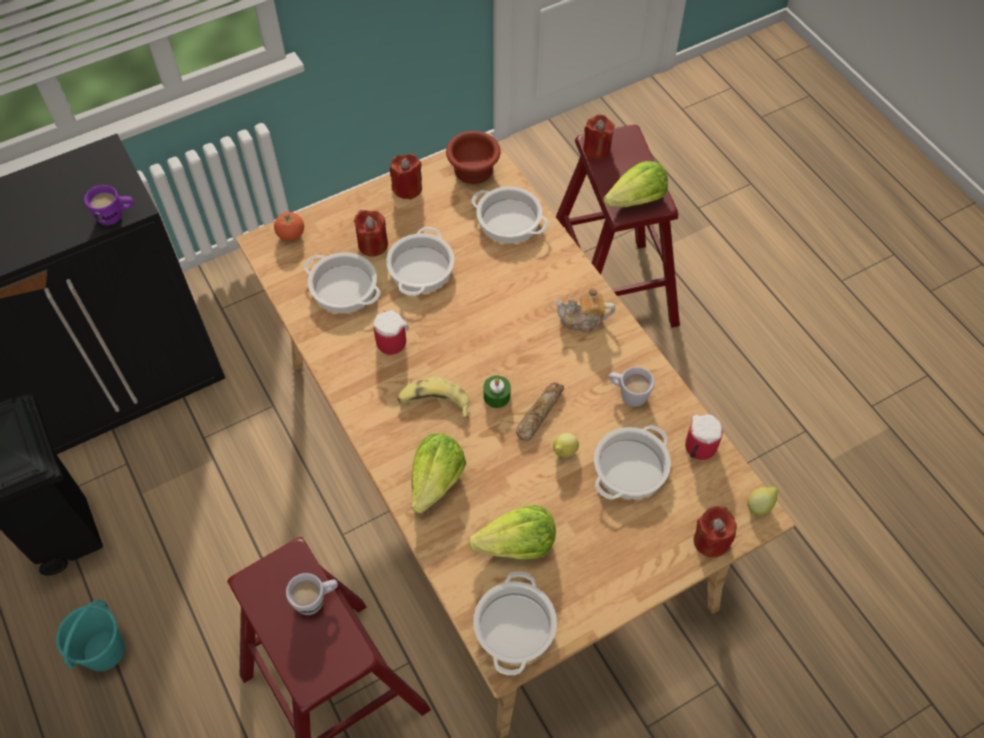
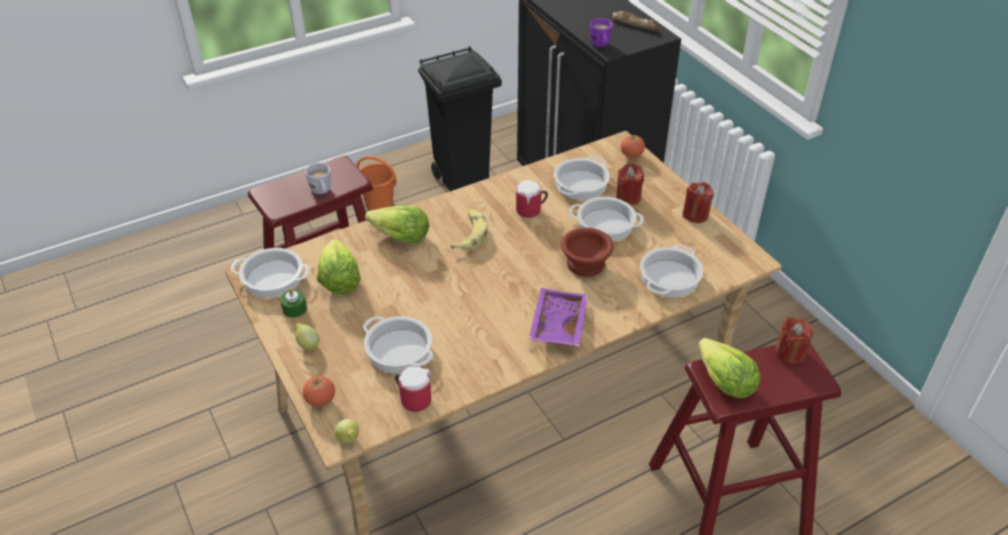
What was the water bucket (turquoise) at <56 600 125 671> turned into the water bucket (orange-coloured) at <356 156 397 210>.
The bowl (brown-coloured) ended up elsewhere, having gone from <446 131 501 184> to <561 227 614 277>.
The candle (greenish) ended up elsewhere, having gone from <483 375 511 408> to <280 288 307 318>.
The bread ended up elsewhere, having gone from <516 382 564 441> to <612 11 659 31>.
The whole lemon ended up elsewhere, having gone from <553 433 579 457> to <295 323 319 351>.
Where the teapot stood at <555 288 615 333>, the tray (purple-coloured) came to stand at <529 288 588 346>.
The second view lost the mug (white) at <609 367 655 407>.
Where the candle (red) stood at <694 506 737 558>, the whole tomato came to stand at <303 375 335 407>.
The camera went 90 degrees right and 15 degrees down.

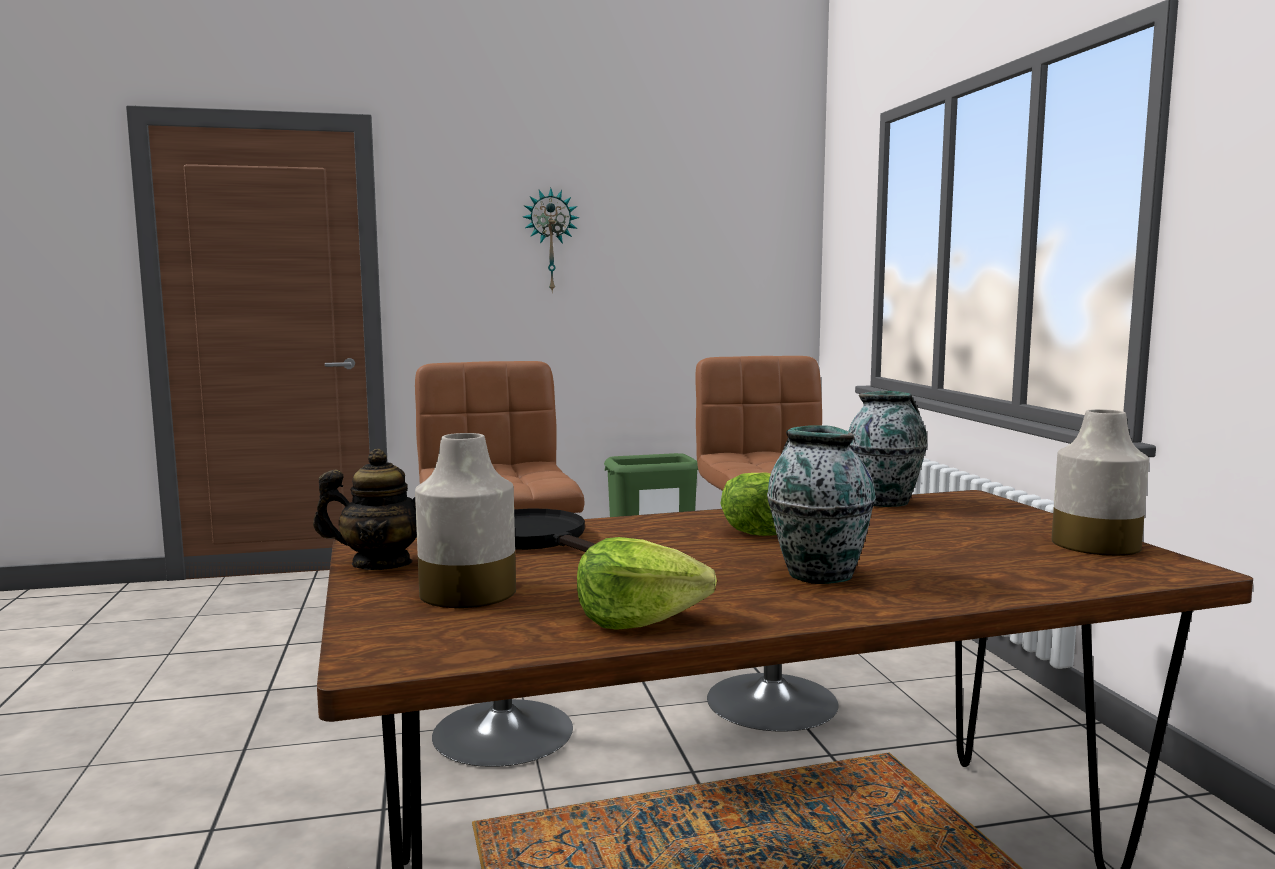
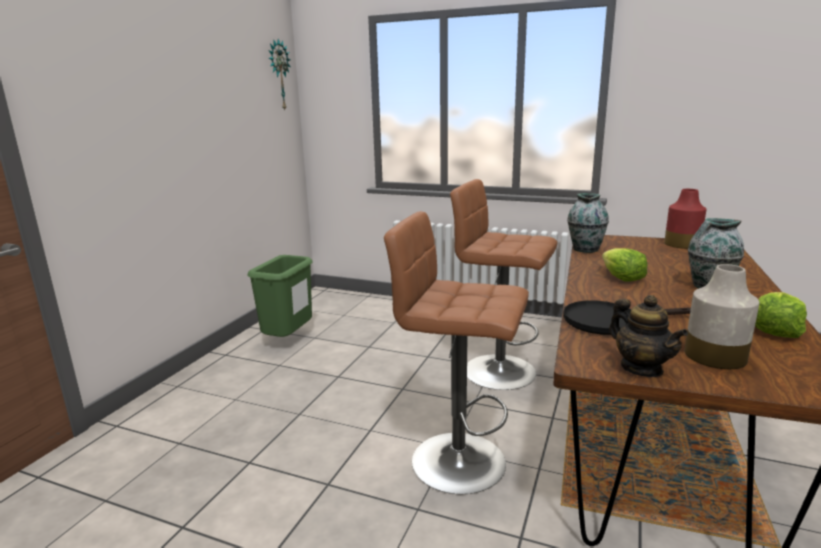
The teapot at <313 449 417 570> ended up facing another way, 120 degrees clockwise from before.
The hanging clock ended up elsewhere, having gone from <523 188 579 293> to <268 39 291 110>.
What was the vase (sand-coloured) at <1051 409 1149 556> turned into the vase (red) at <664 189 706 249>.
The camera went 55 degrees left and 10 degrees up.

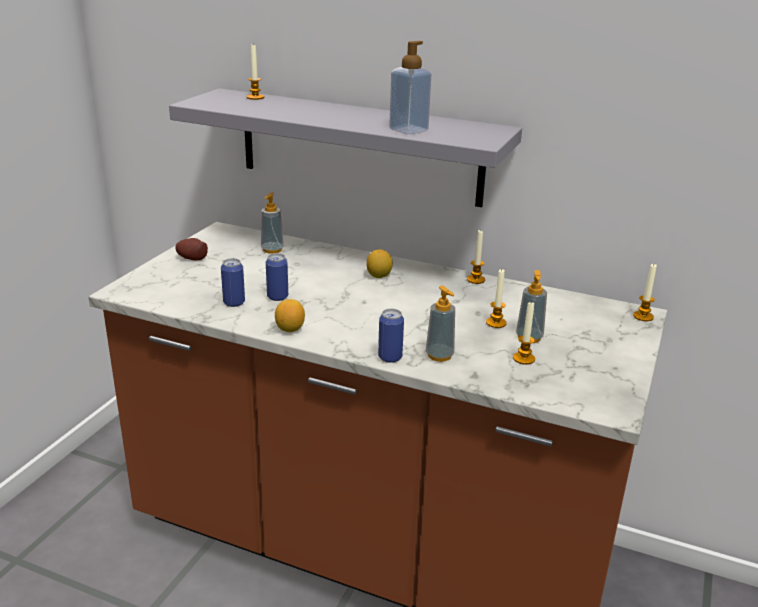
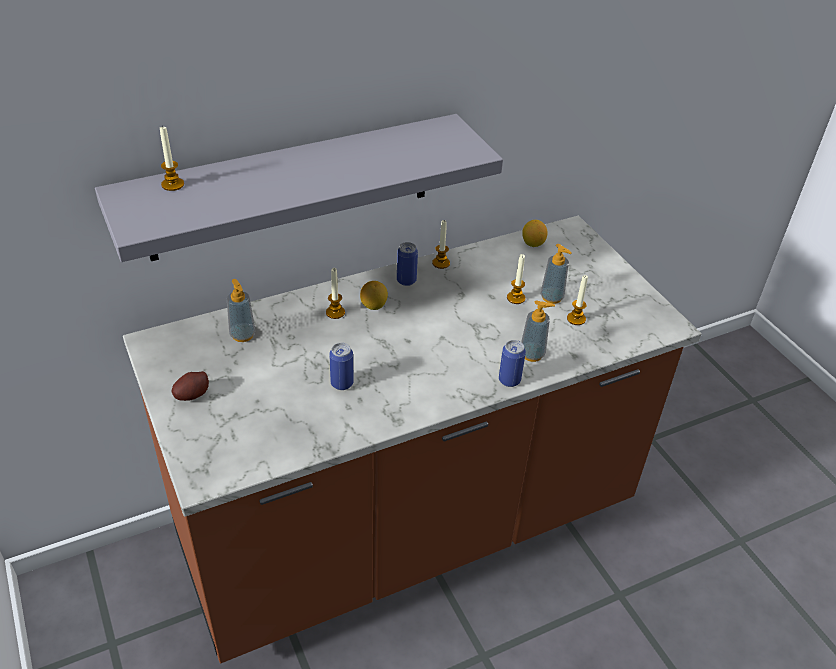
The sealed can ended up elsewhere, having gone from <221 258 245 307> to <397 242 418 286>.
The whole lemon ended up elsewhere, having gone from <275 299 305 332> to <522 220 548 247>.
The second view lost the soap bottle at <389 41 431 134>.
The candle ended up elsewhere, having gone from <633 264 657 321> to <326 268 345 319>.
The camera went 50 degrees left and 15 degrees up.

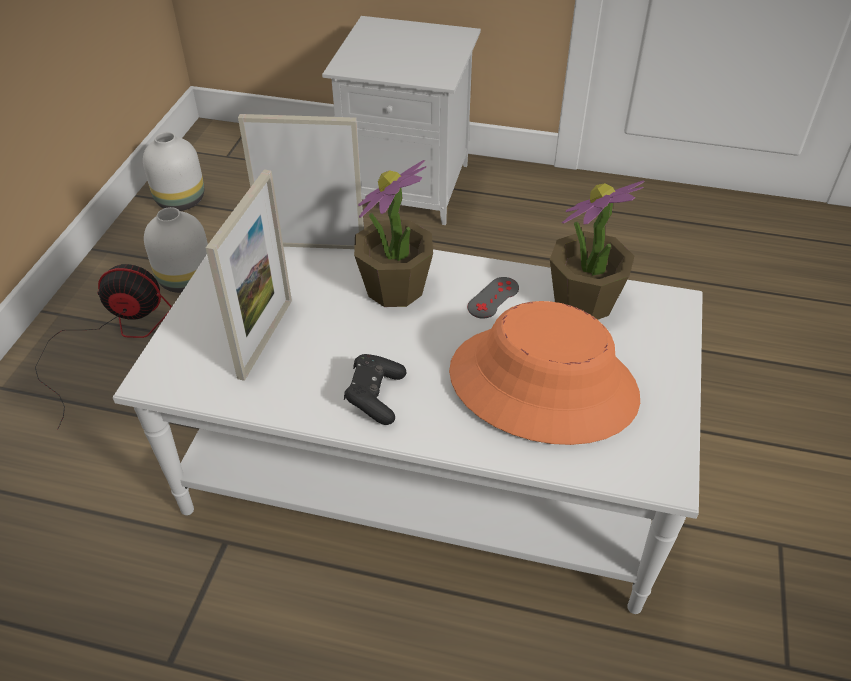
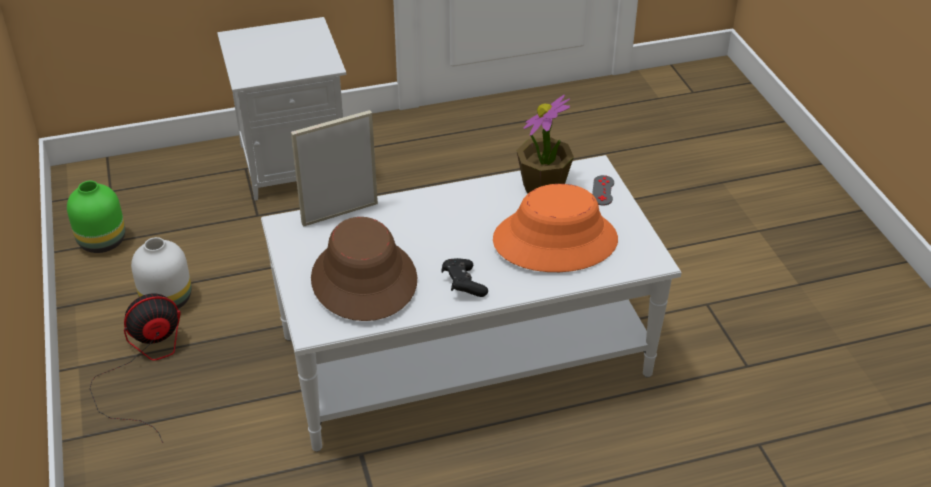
What was the vase (white) at <143 132 204 211> turned into the vase (greenish) at <67 181 125 253>.
Where the picture frame stood at <206 169 292 381>, the hat (brown-coloured) came to stand at <311 217 417 321>.
The second view lost the houseplant at <354 160 433 307>.
The gamepad (greyish) ended up elsewhere, having gone from <467 277 519 318> to <592 175 614 205>.
The camera went 30 degrees left and 5 degrees down.

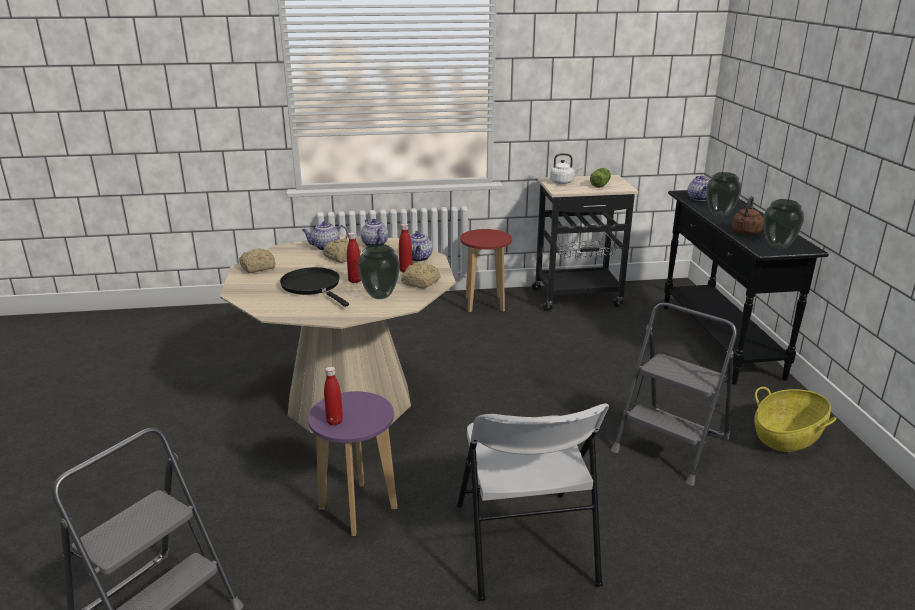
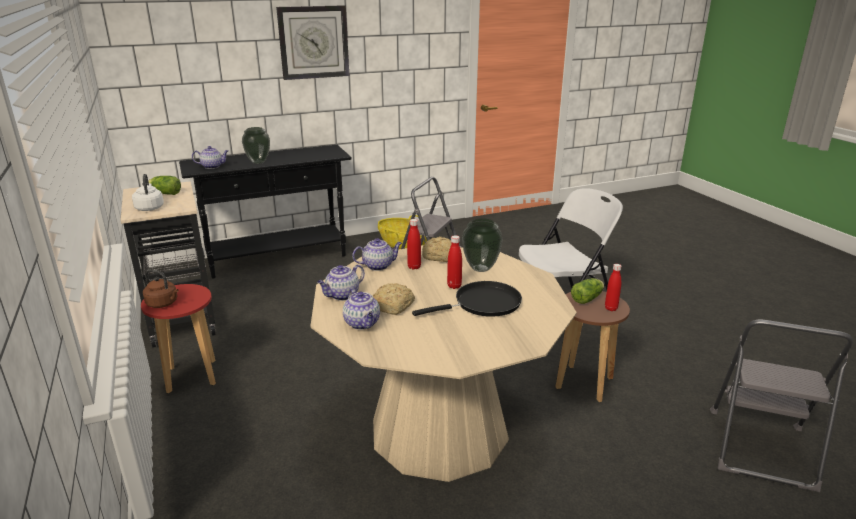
The second view lost the bread at <239 248 276 273>.
The frying pan (blackish) at <280 267 349 307> ended up facing another way, 150 degrees counterclockwise from before.
What was the stool seat (purple-coloured) at <308 391 397 536> turned into the stool seat (brown-coloured) at <556 291 630 402>.
The water kettle (brown-coloured) ended up elsewhere, having gone from <732 196 764 234> to <143 269 179 308>.
The second view lost the vase at <763 199 804 249>.
The second view gained the hanging clock at <276 5 349 80>.
The second view gained the lettuce head at <571 278 604 304>.
The camera went 105 degrees left and 0 degrees up.

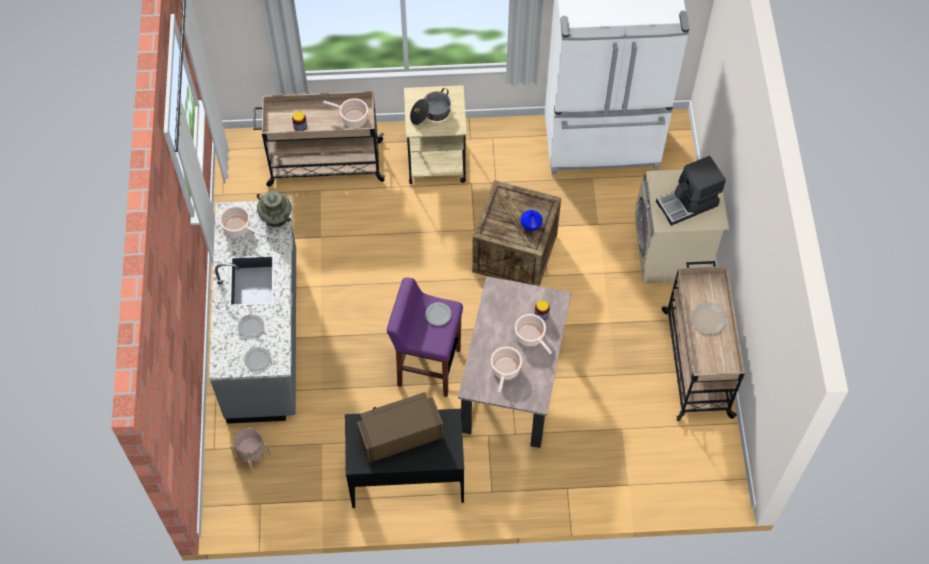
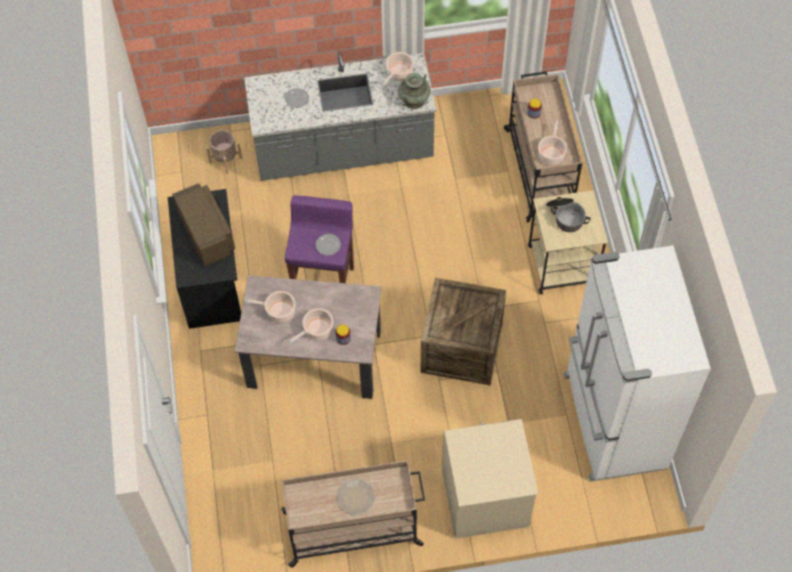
The second view lost the flat dish at <244 347 271 371>.
The second view lost the vase (blue) at <521 210 543 231>.
The second view lost the coffee machine at <656 156 726 226>.
The camera went 85 degrees right and 0 degrees up.

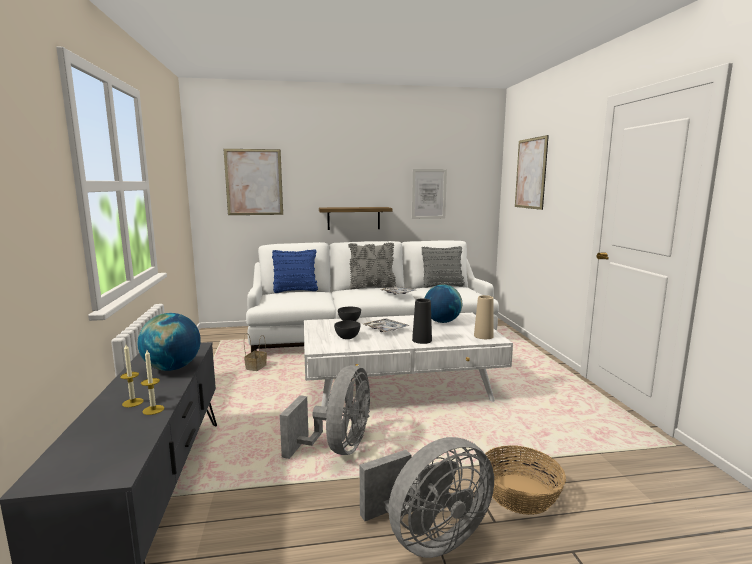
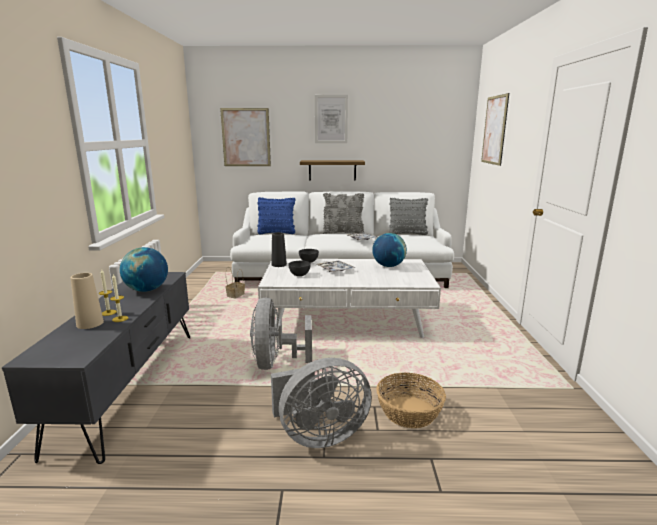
The cooling fan (greyish) at <280 365 370 459> ended up facing another way, 150 degrees clockwise from before.
The wall picture ended up elsewhere, having gone from <412 169 447 219> to <315 95 348 143>.
The vase (blackish) ended up elsewhere, having gone from <412 298 432 344> to <271 232 287 267>.
The vase (sand-coloured) ended up elsewhere, having gone from <474 295 494 339> to <71 273 104 329>.
The camera went 10 degrees right and 5 degrees up.

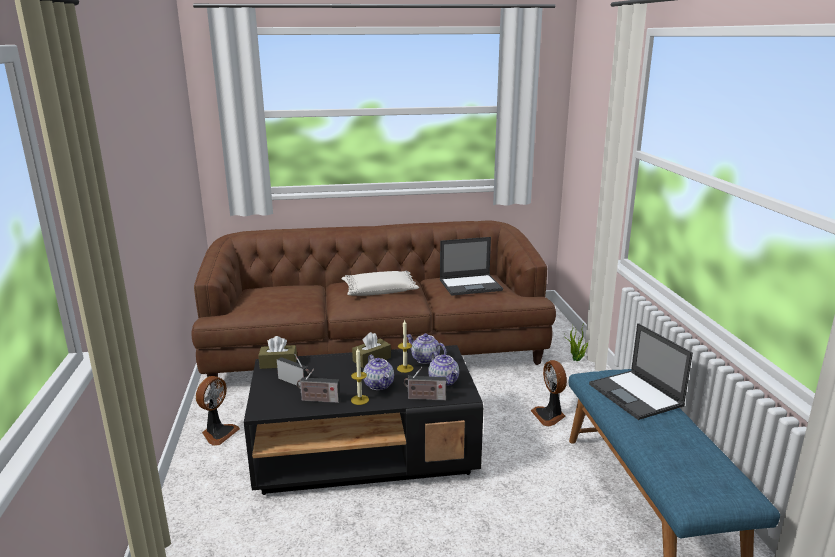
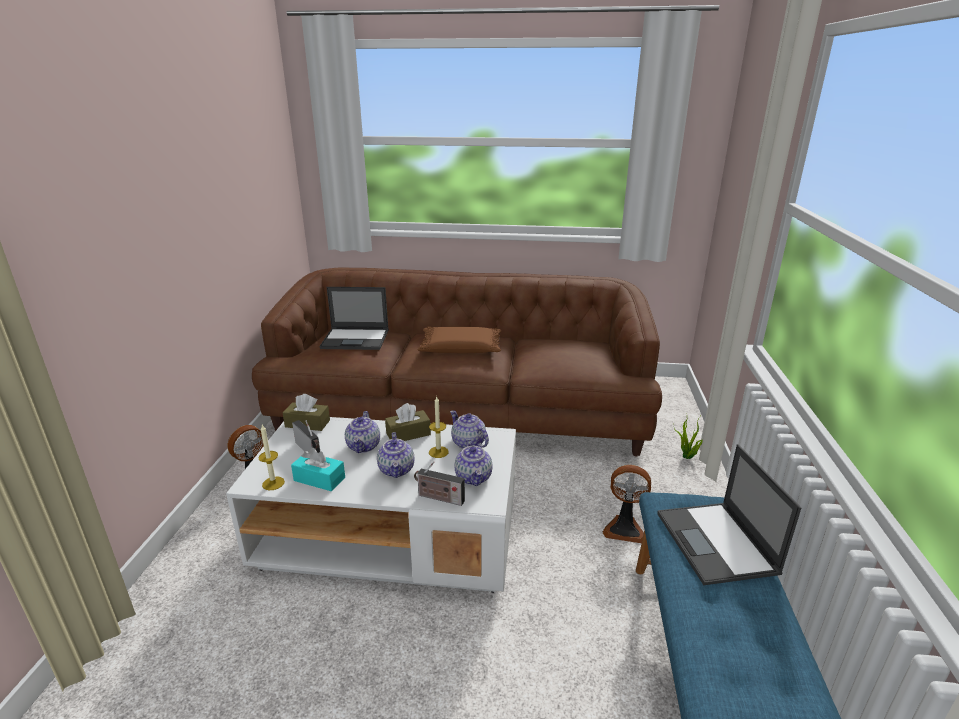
What was the low table (blackish) at <244 345 483 495> turned into the low table (white) at <226 417 516 593>.
Where the radio set stood at <297 369 340 403>, the box of tissues (turquoise) came to stand at <291 448 345 492>.
What was the pillow (white) at <341 271 419 296> turned into the pillow (brown-coloured) at <417 326 502 354>.
The candle ended up elsewhere, having gone from <351 348 369 405> to <258 425 285 490>.
The notebook computer ended up elsewhere, having gone from <440 237 503 296> to <319 287 389 350>.
The cooling fan at <530 360 567 426> ended up facing another way, 75 degrees counterclockwise from before.
The second view gained the teapot at <345 411 380 453>.
The camera went 15 degrees right and 5 degrees up.

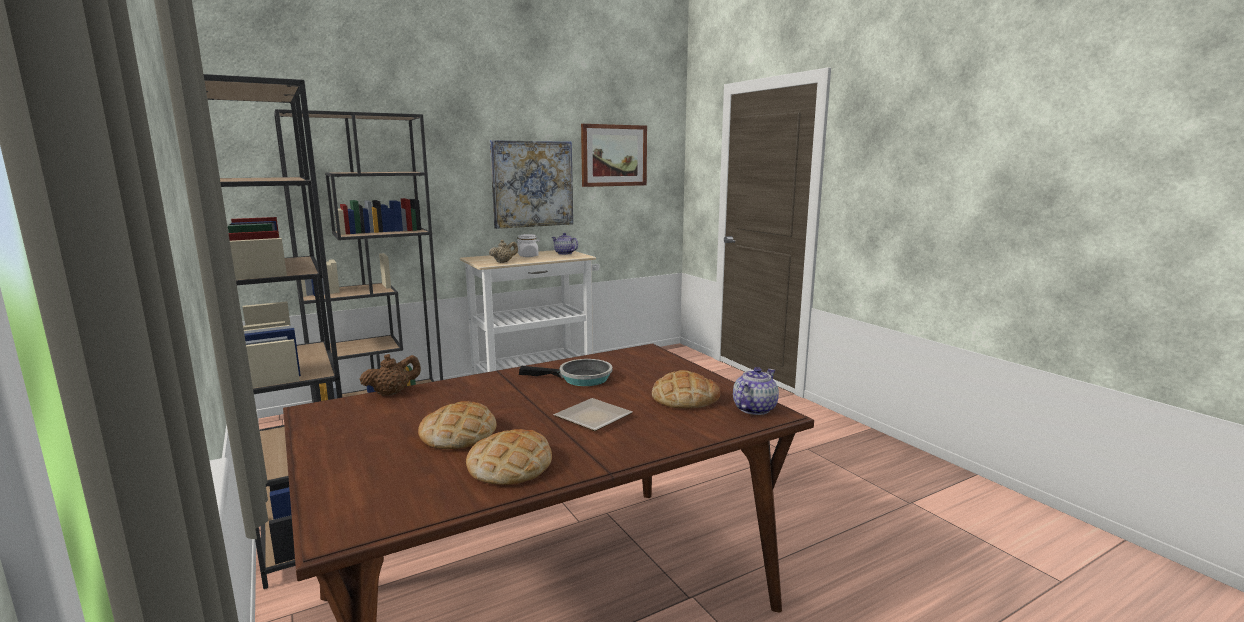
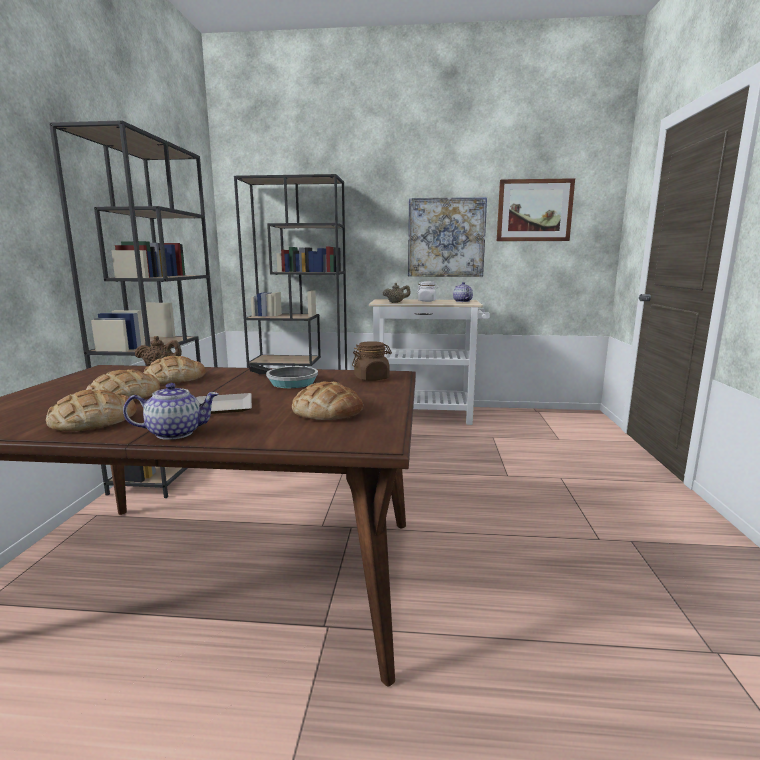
The teapot ended up elsewhere, having gone from <733 367 779 415> to <123 383 219 440>.
The second view gained the bread at <144 356 206 384>.
The second view gained the storage jar (brown-coloured) at <352 341 392 381>.
The camera went 35 degrees right and 0 degrees up.

